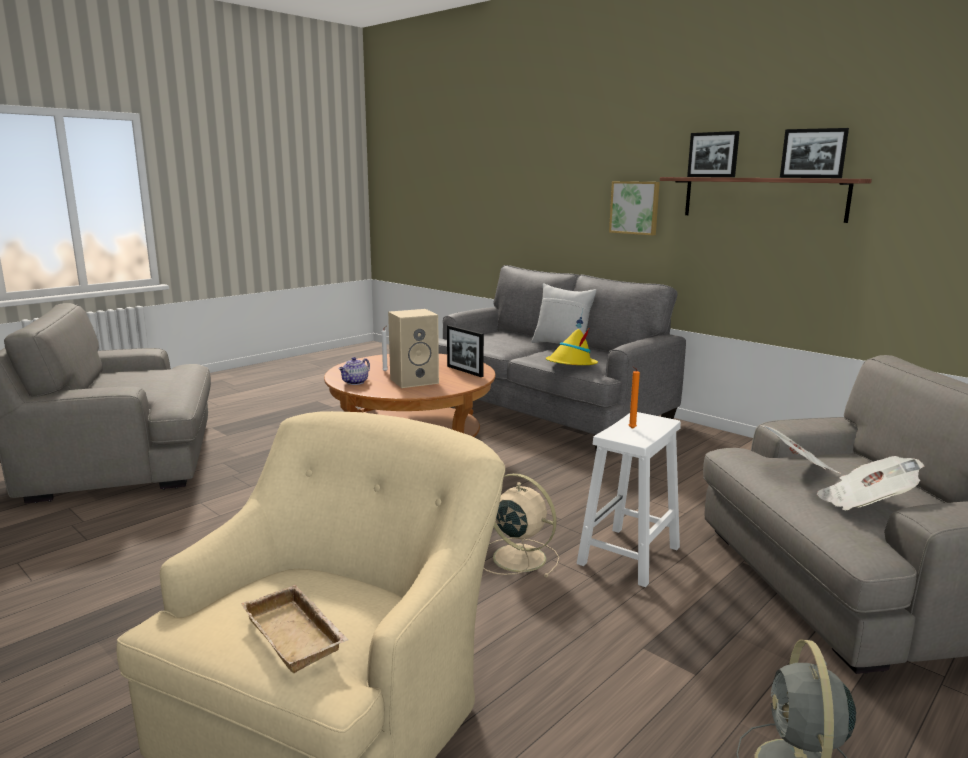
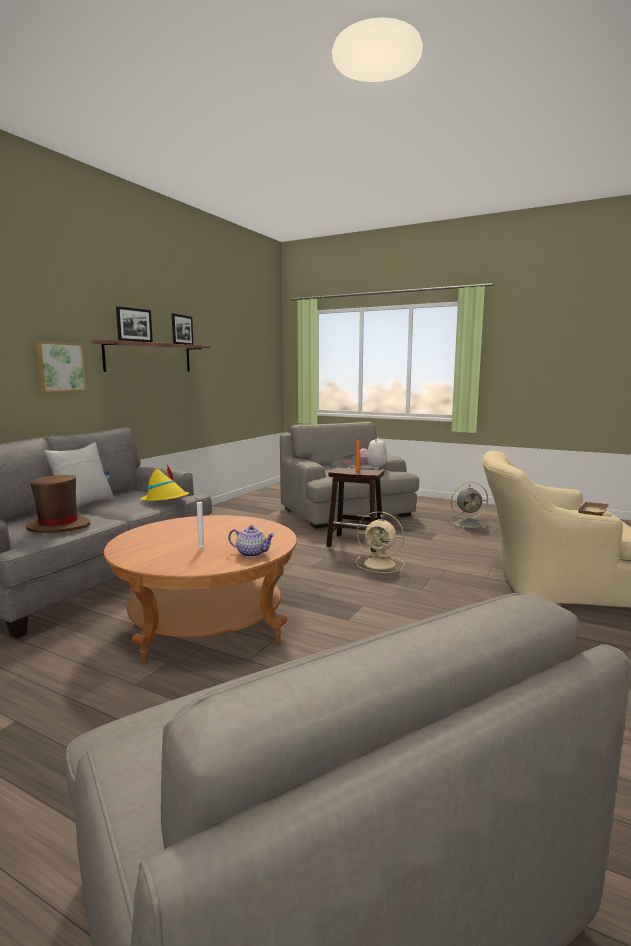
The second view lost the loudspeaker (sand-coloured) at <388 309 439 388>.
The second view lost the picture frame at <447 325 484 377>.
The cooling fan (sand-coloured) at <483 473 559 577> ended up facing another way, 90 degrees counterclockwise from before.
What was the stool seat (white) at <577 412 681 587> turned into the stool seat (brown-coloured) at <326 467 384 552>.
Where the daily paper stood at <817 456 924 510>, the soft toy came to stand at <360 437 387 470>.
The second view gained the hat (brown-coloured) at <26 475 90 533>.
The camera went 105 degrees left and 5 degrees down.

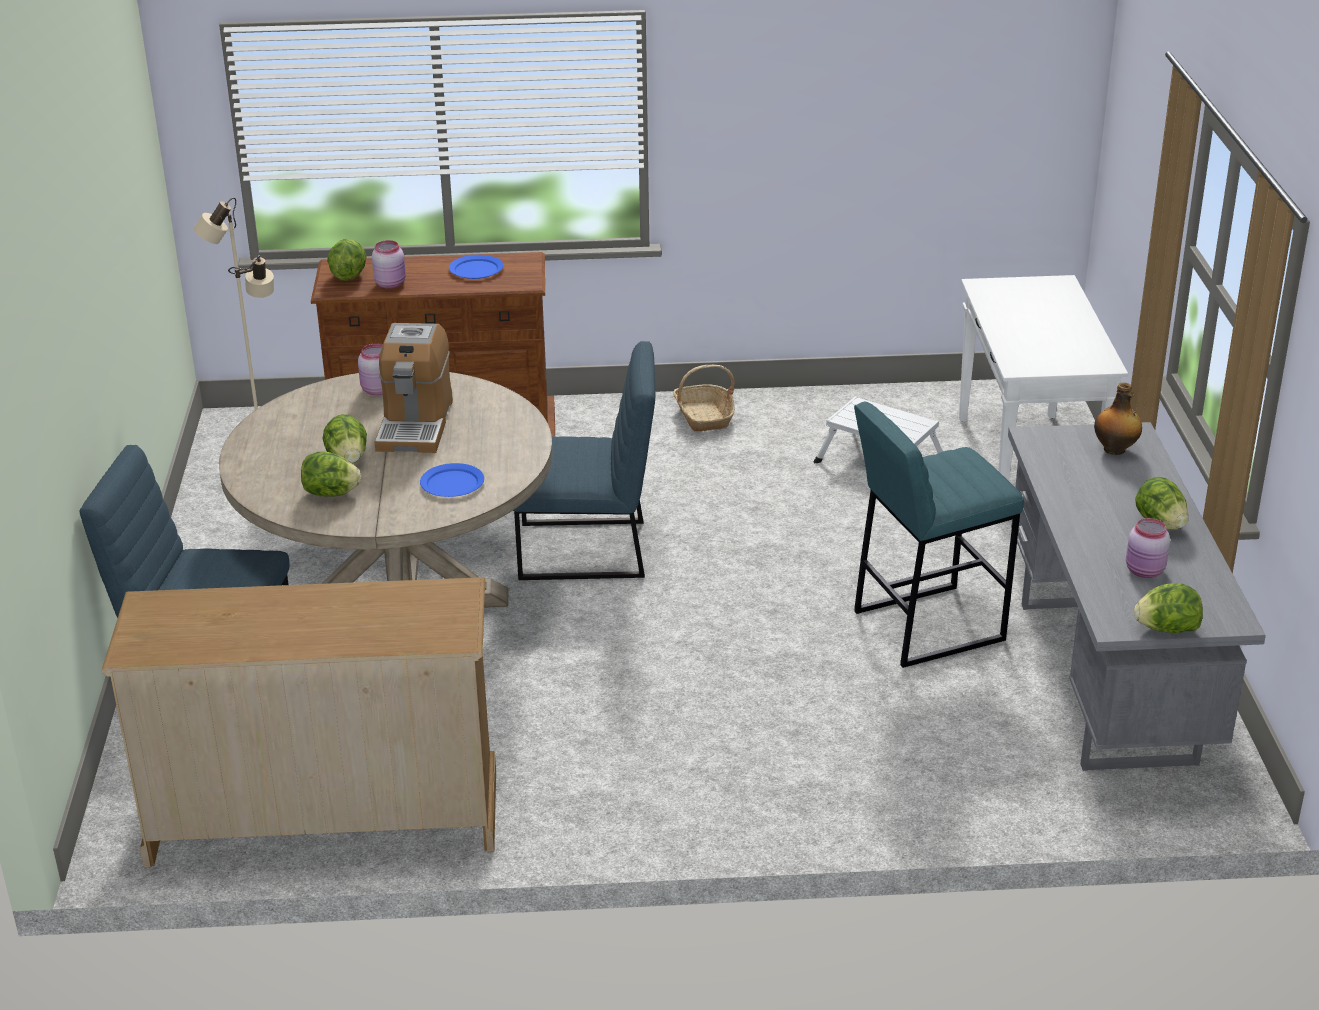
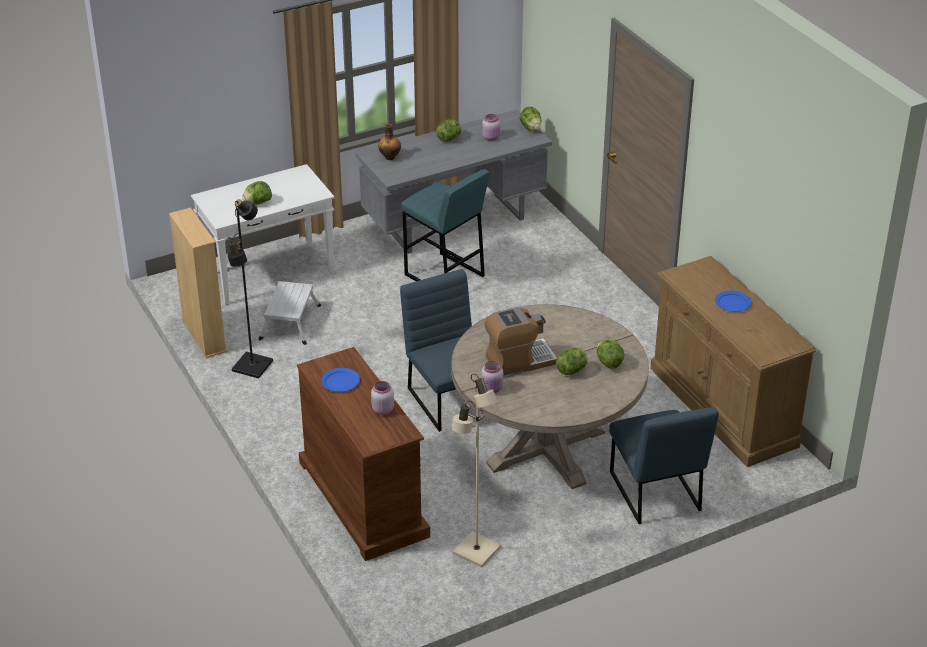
The lettuce head ended up elsewhere, having gone from <327 239 367 281> to <242 181 272 205>.
The flat dish (blue) ended up elsewhere, having gone from <420 463 484 497> to <715 291 751 312>.
The second view lost the storage basket at <673 365 735 431>.
The second view gained the bookcase (sand-coloured) at <169 207 228 358>.
The second view gained the standard lamp (blackish) at <227 199 273 378>.
The camera went 115 degrees left and 5 degrees up.

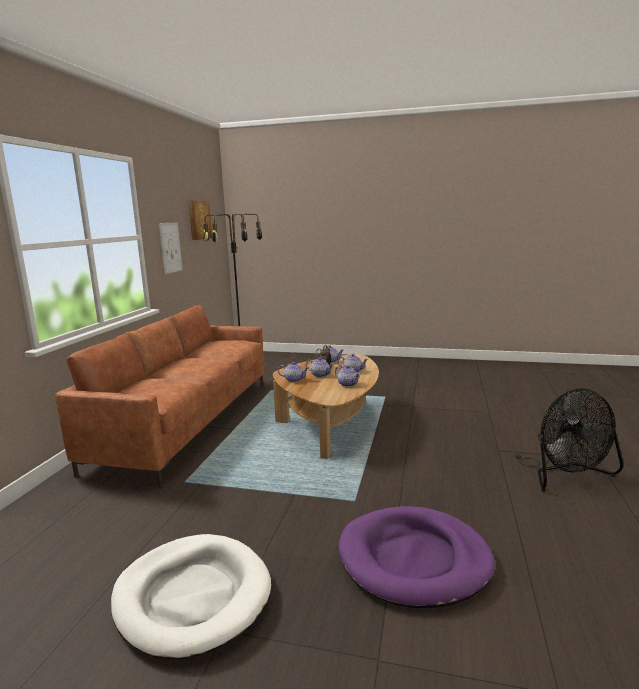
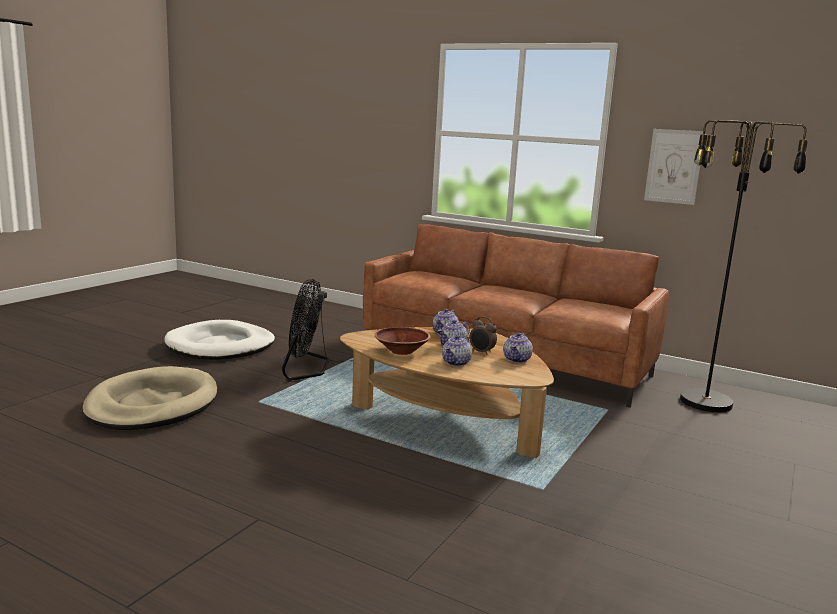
The second view lost the wall picture at <188 200 212 240>.
Where the teapot stood at <335 366 360 387>, the bowl (brown-coloured) came to stand at <374 327 431 355>.
What was the pet bed (purple-coloured) at <338 506 495 608> turned into the pet bed (sand-coloured) at <82 366 217 430>.
The cooling fan (blackish) ended up elsewhere, having gone from <515 388 624 492> to <282 279 347 382>.
The camera went 105 degrees right and 0 degrees up.

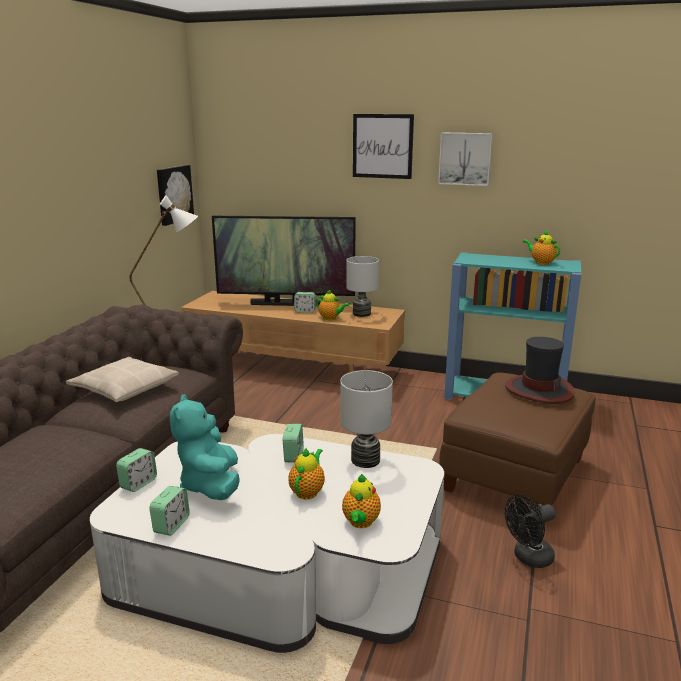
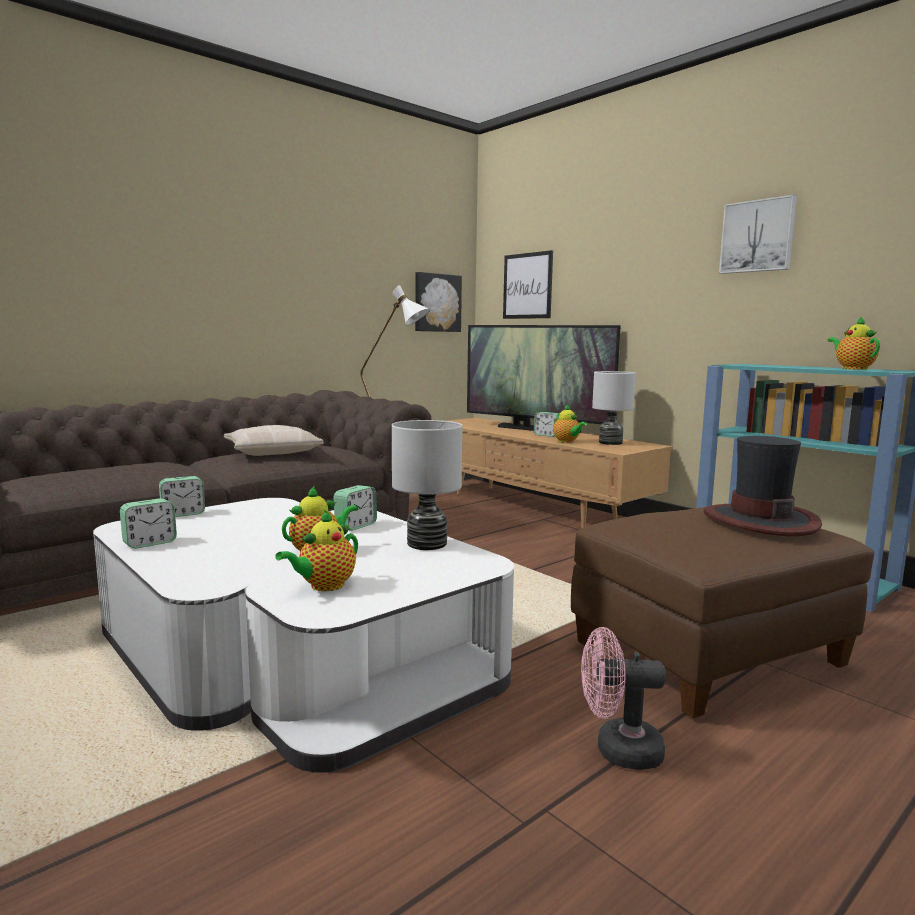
The second view lost the soft toy (turquoise) at <170 394 240 500>.
The wall picture ended up elsewhere, having gone from <353 114 414 179> to <503 250 553 319>.
What was the cooling fan (blackish) at <505 494 556 568> turned into the cooling fan (pink) at <581 627 666 770>.
The camera went 30 degrees right and 10 degrees down.

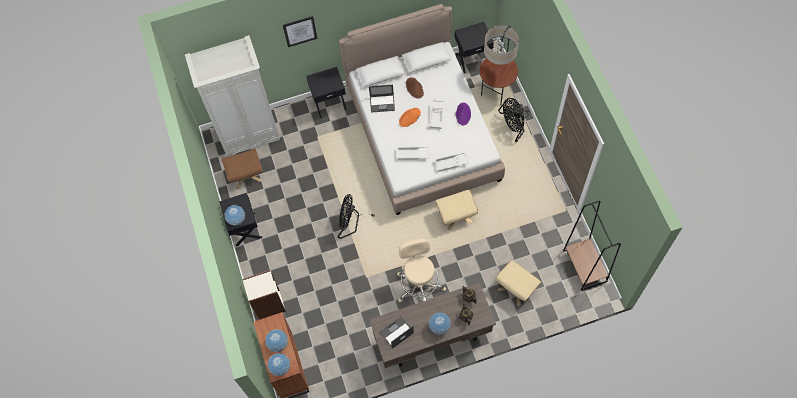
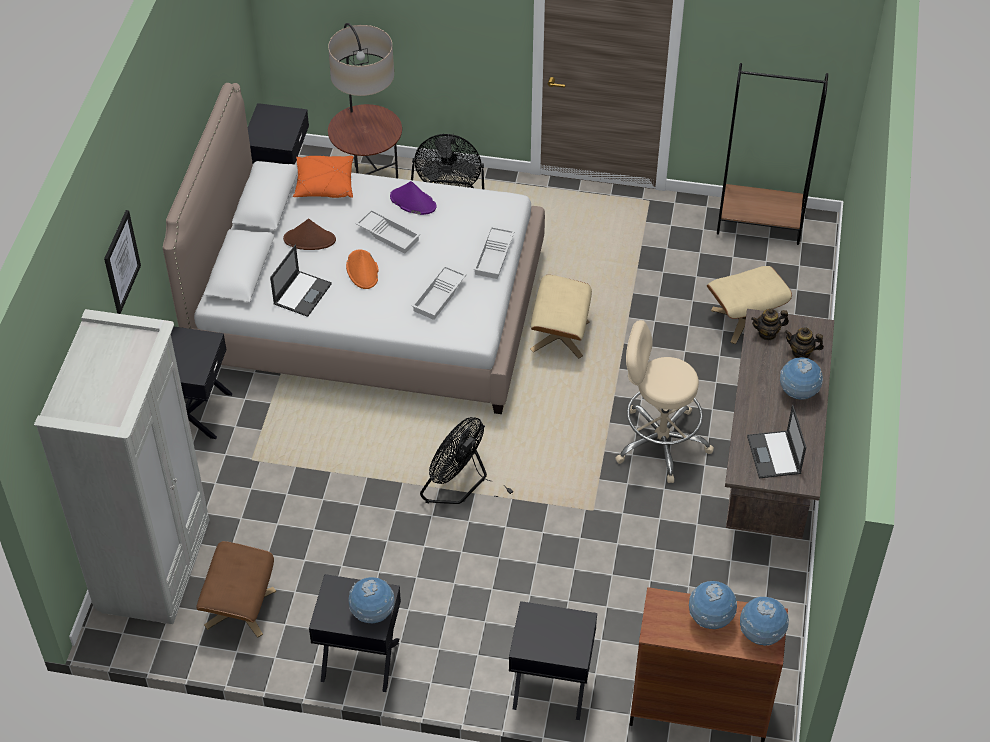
Where the bookcase stood at <242 270 286 320>, the nightstand (blackish) came to stand at <509 601 597 720>.
The cooling fan (blackish) at <338 194 375 239> ended up facing another way, 90 degrees clockwise from before.
The second view gained the pillow (orange-coloured) at <293 156 353 198>.
The camera went 65 degrees left and 15 degrees down.

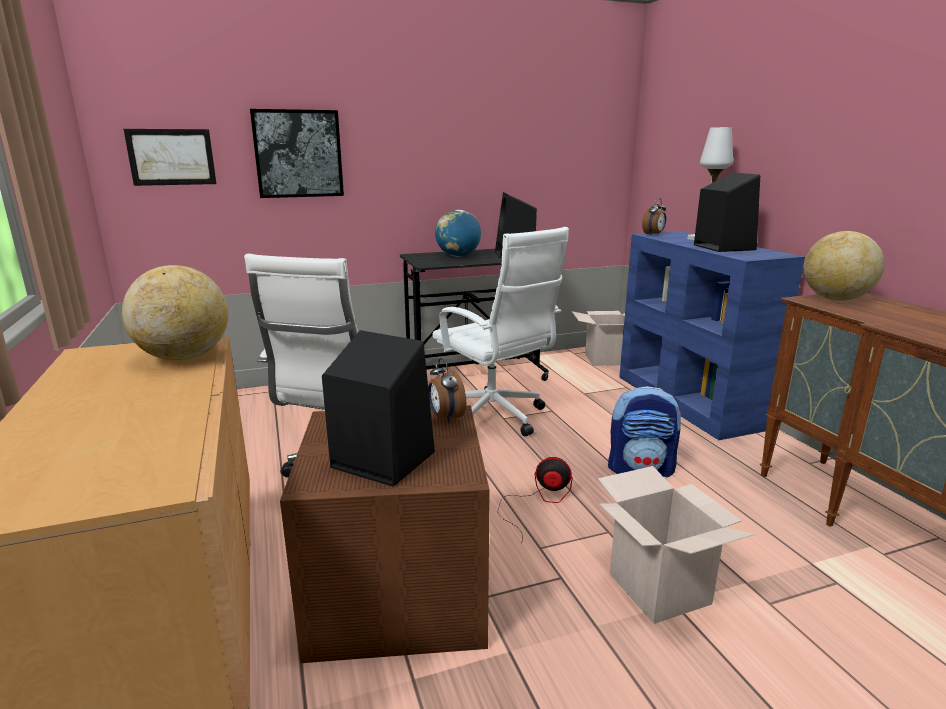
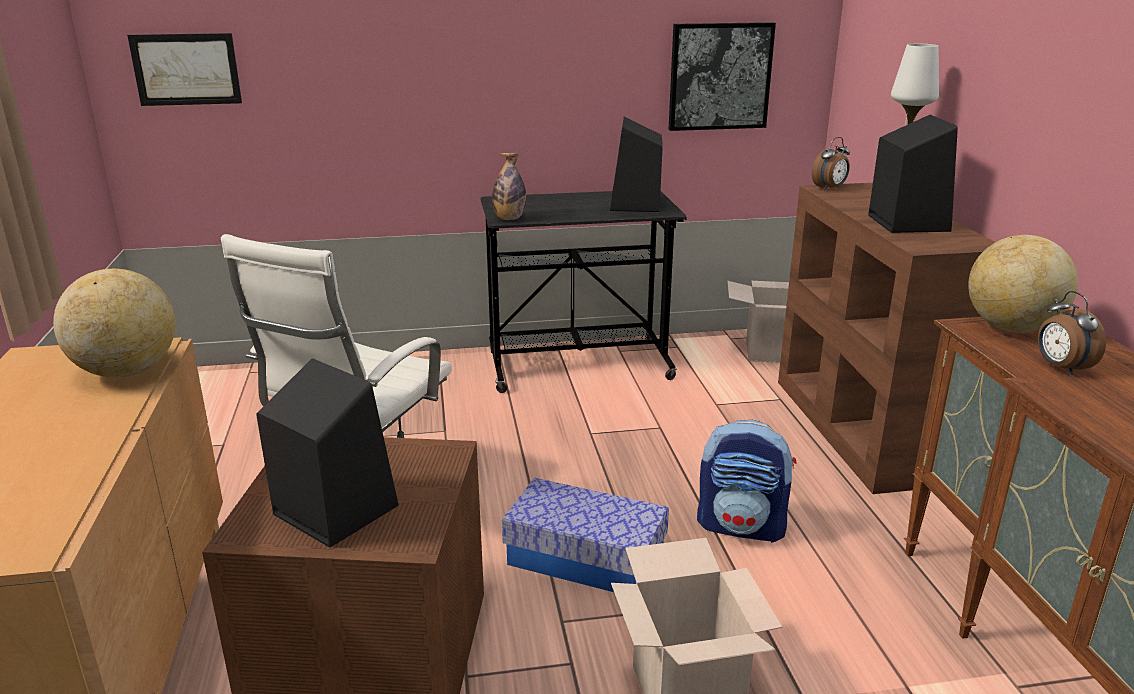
The wall picture ended up elsewhere, having gone from <250 109 344 198> to <669 22 776 131>.
The alarm clock ended up elsewhere, having gone from <428 358 466 423> to <1038 291 1106 375>.
The second view lost the desk chair (white) at <432 227 569 437>.
The second view lost the desk globe at <435 210 481 257>.
Where the cooling fan stood at <498 457 573 544>, the storage bin came to stand at <502 478 669 592>.
What was the bookcase (blue) at <619 232 805 440> turned into the bookcase (brown-coloured) at <778 183 995 494>.
The second view gained the bottle at <492 153 526 220>.
The camera went 10 degrees right and 5 degrees up.

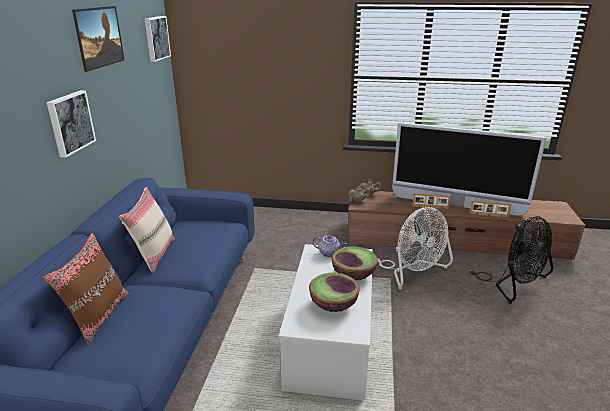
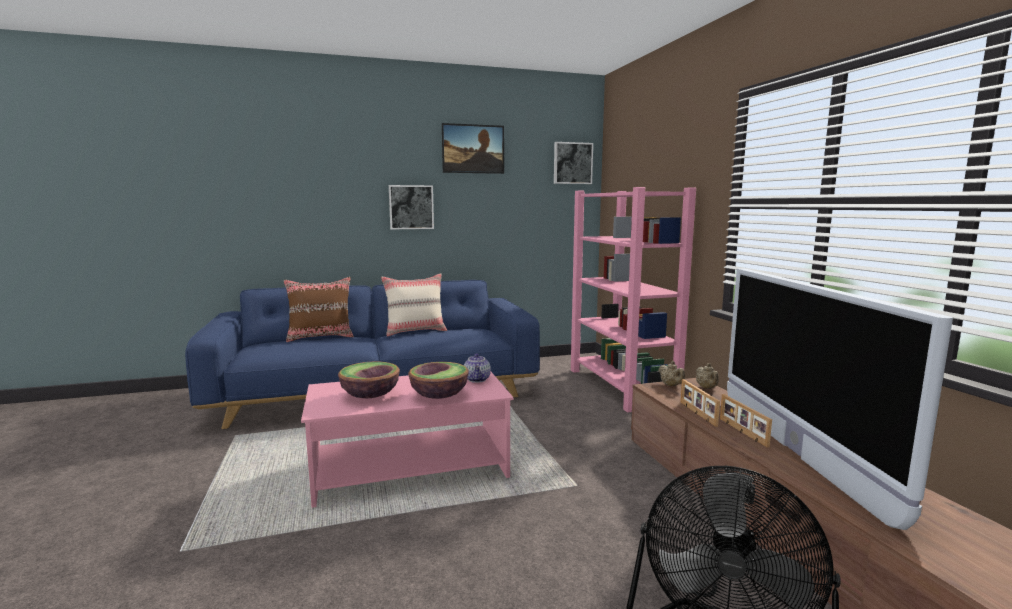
What was the low table (white) at <279 244 373 401> turned into the low table (pink) at <301 372 514 508>.
The second view lost the cooling fan (white) at <377 207 453 290>.
The picture frame ended up elsewhere, having gone from <470 200 511 218> to <680 379 720 427>.
The second view gained the bookcase (pink) at <571 187 696 413>.
The camera went 65 degrees right and 15 degrees down.

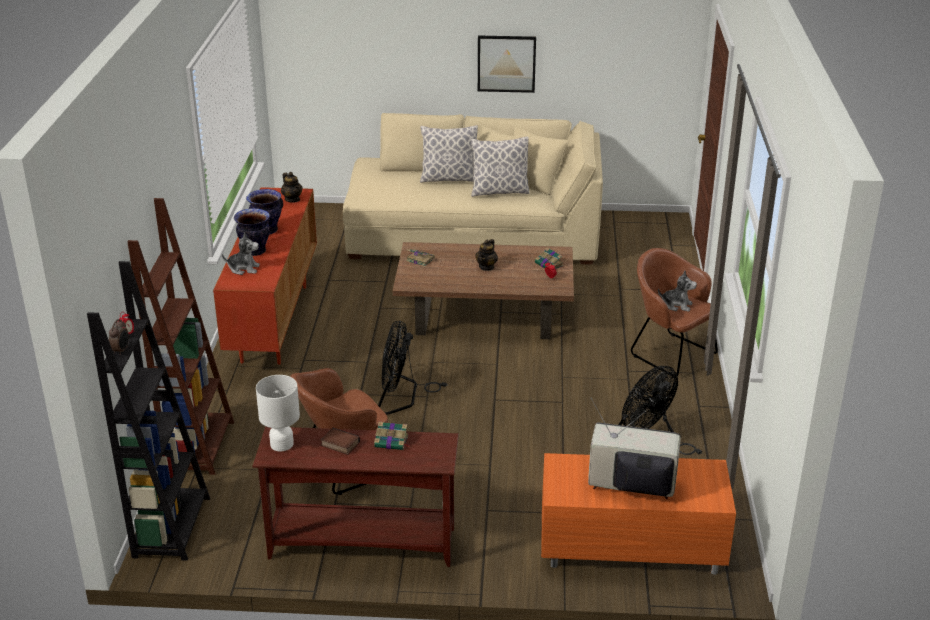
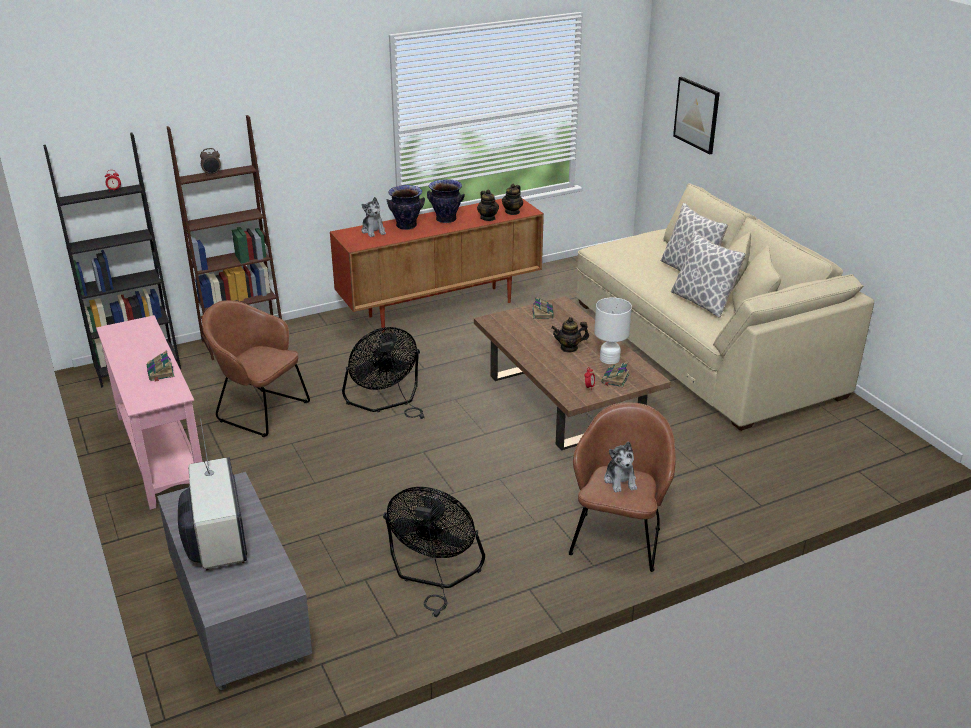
The alarm clock ended up elsewhere, having gone from <109 319 129 355> to <200 148 221 176>.
What was the narrow table (brown-coloured) at <252 426 459 567> turned into the narrow table (pink) at <96 315 202 510>.
The lamp for a table (white) ended up elsewhere, having gone from <256 375 300 451> to <594 297 632 364>.
The second view lost the bound book at <320 428 360 455>.
The wall picture ended up elsewhere, having gone from <478 35 536 93> to <673 77 720 154>.
What was the media console (orange-coloured) at <541 453 736 575> turned into the media console (greyish) at <157 472 312 690>.
The second view gained the teapot at <477 190 499 221>.
The camera went 60 degrees right and 0 degrees up.

